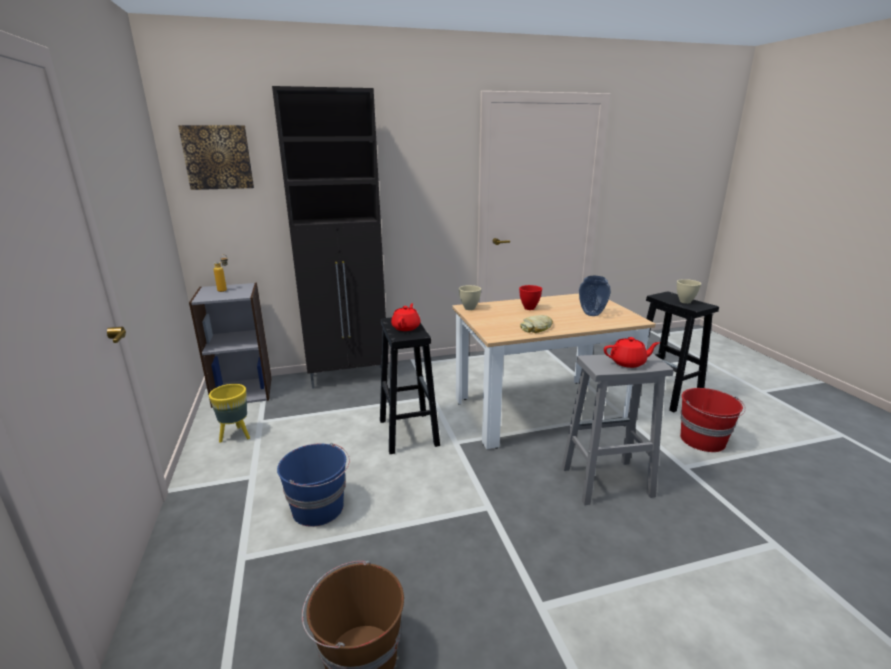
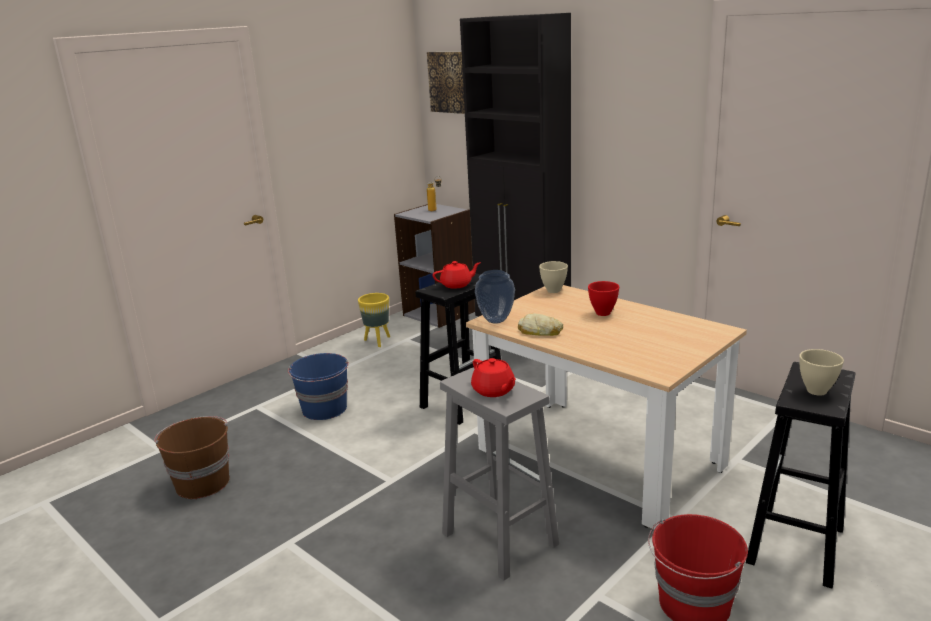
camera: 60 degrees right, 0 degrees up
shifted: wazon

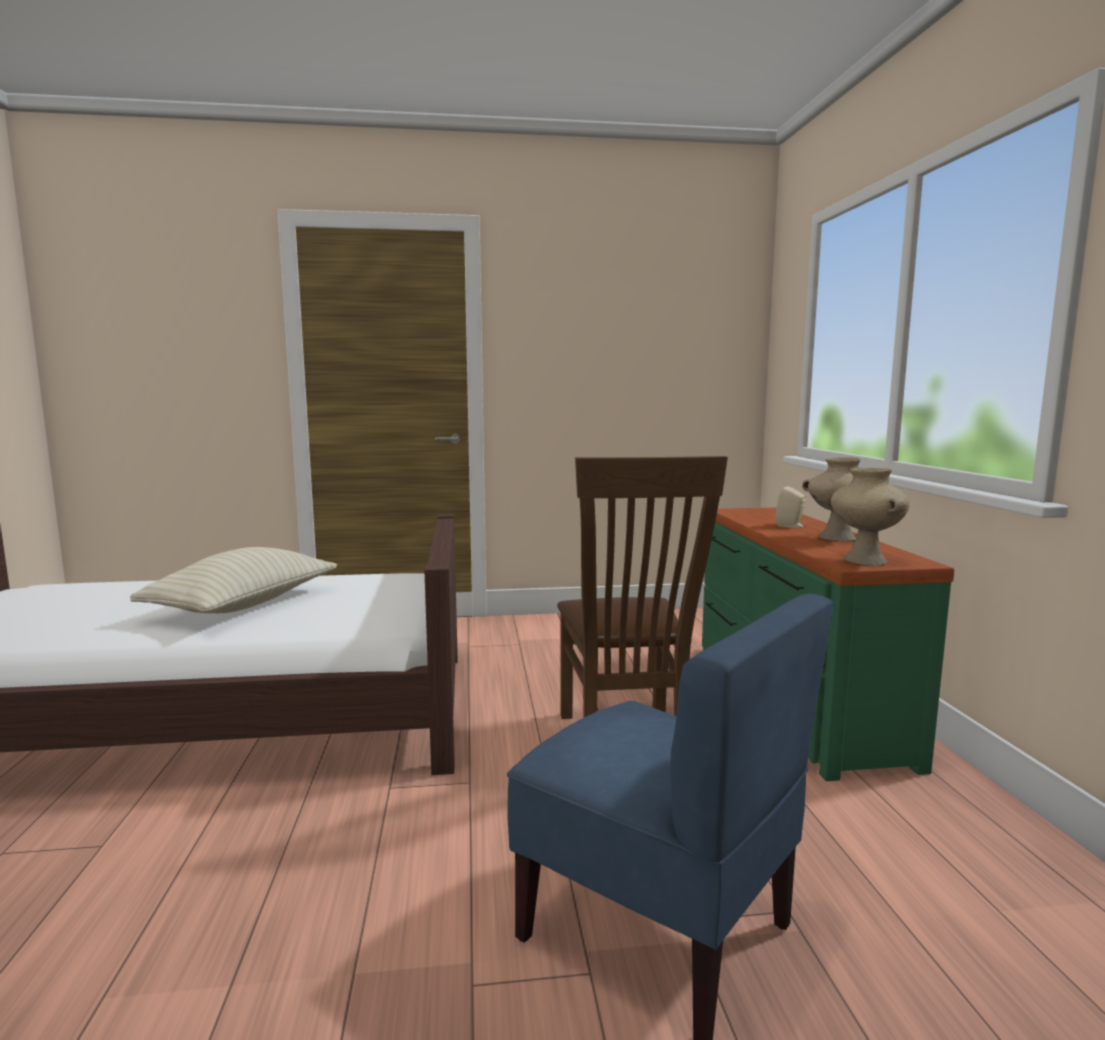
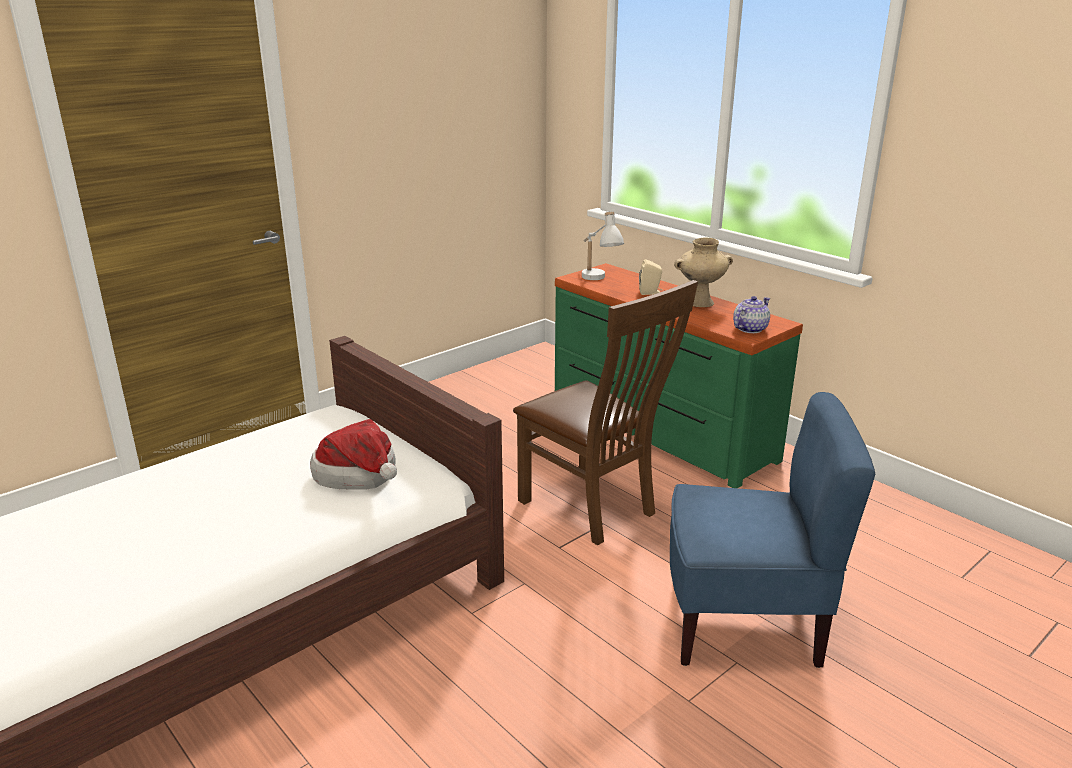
camera: 35 degrees left, 15 degrees up
gone: poduszka (beżowy)
new: kapelusz; lampa stołowa (biały)
swapped: wazon (beżowy) (no. 2 from left) to imbryk

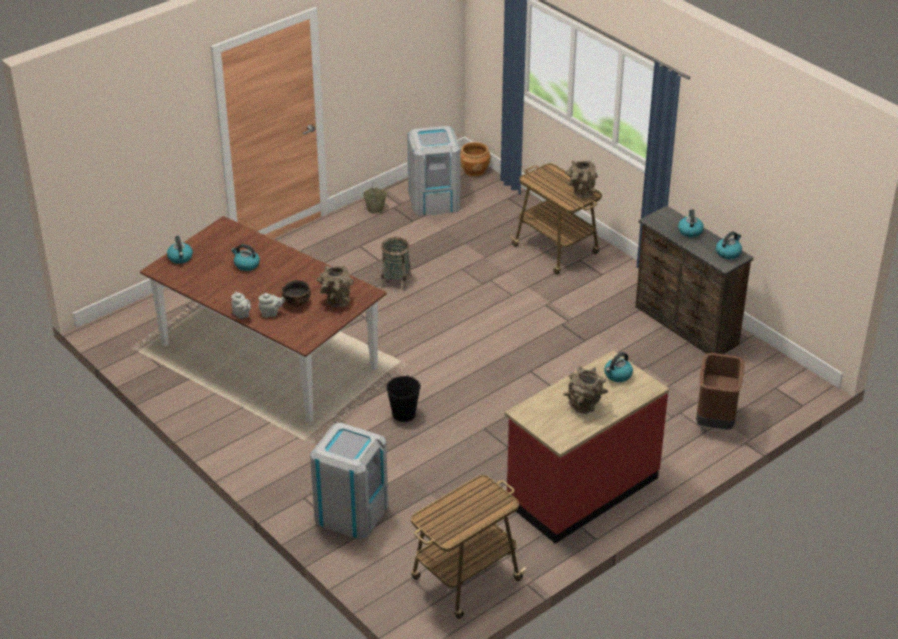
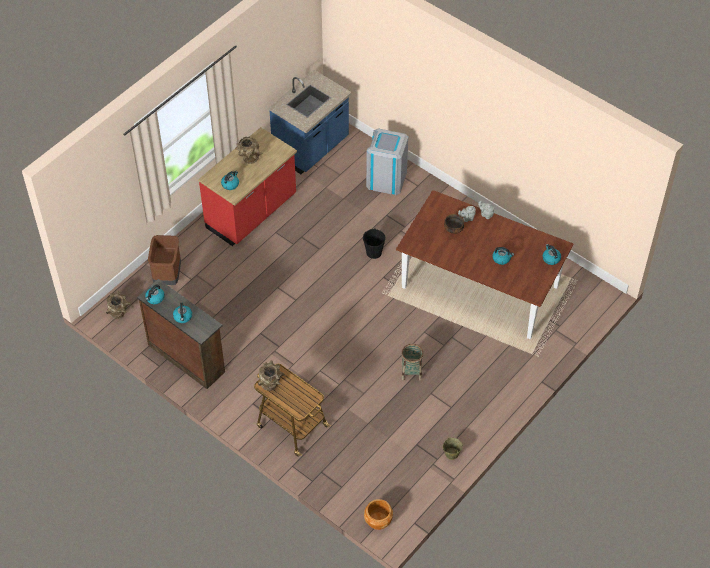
camera: 170 degrees right, 15 degrees up
gone: kosz na śmieci (szary) (no. 2 from left)
shifted: wazon (brązowy) (no. 1 from left)
swapped: wózek (no. 1 from left) to zabudowa kuchenna (niebieski)

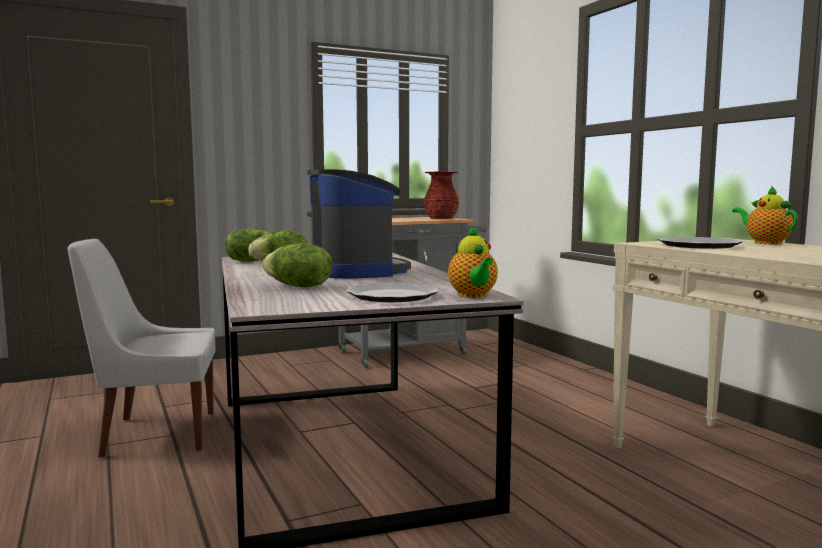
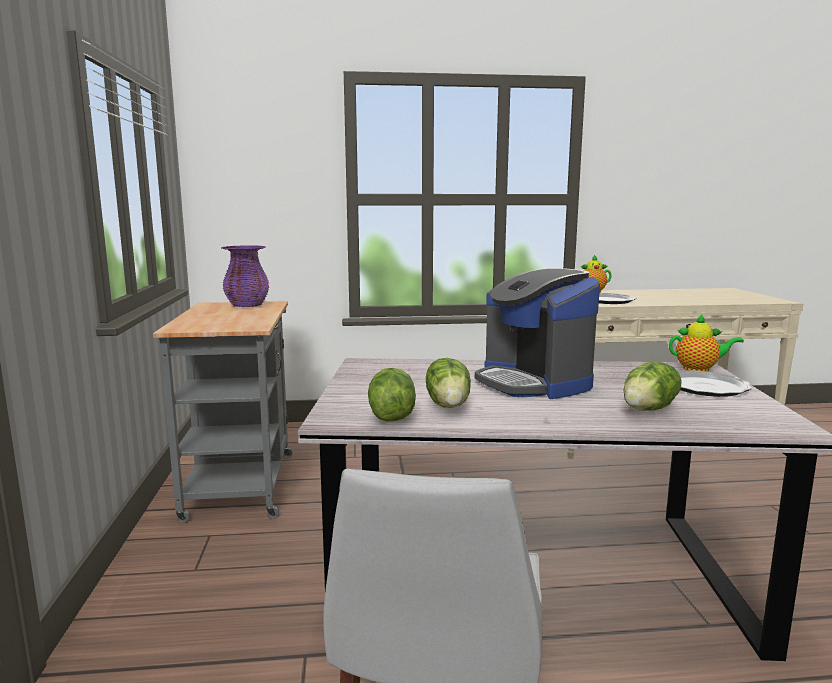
camera: 70 degrees left, 5 degrees up
repainted: wazon (czerwony) to wazon (fioletowy)
rotated: ekspres do kawy 120 degrees counterclockwise

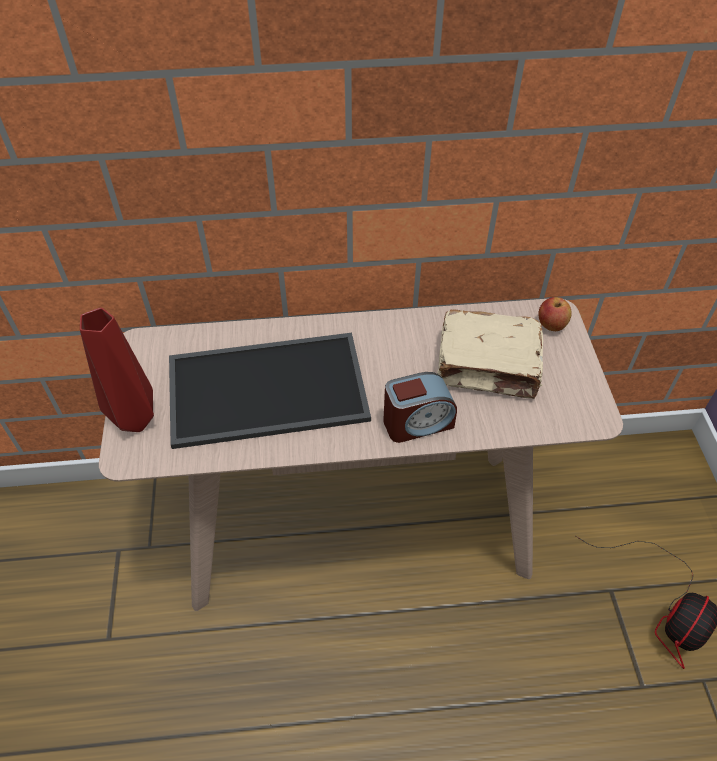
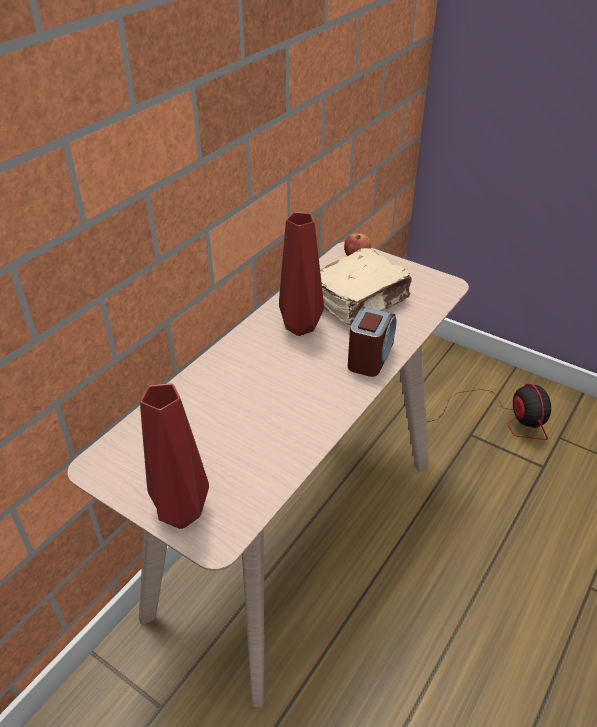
camera: 50 degrees left, 10 degrees down
gone: taca
new: wazon (czerwony) (no. 2 from left)

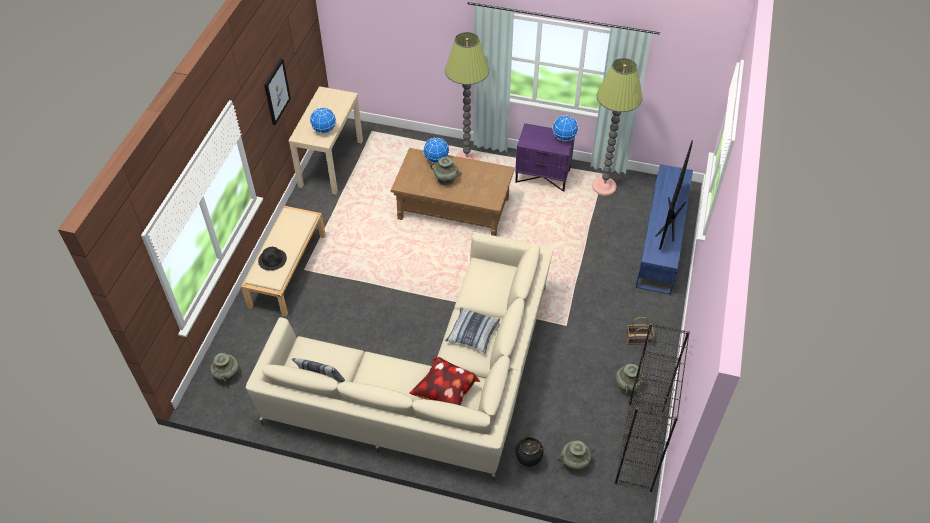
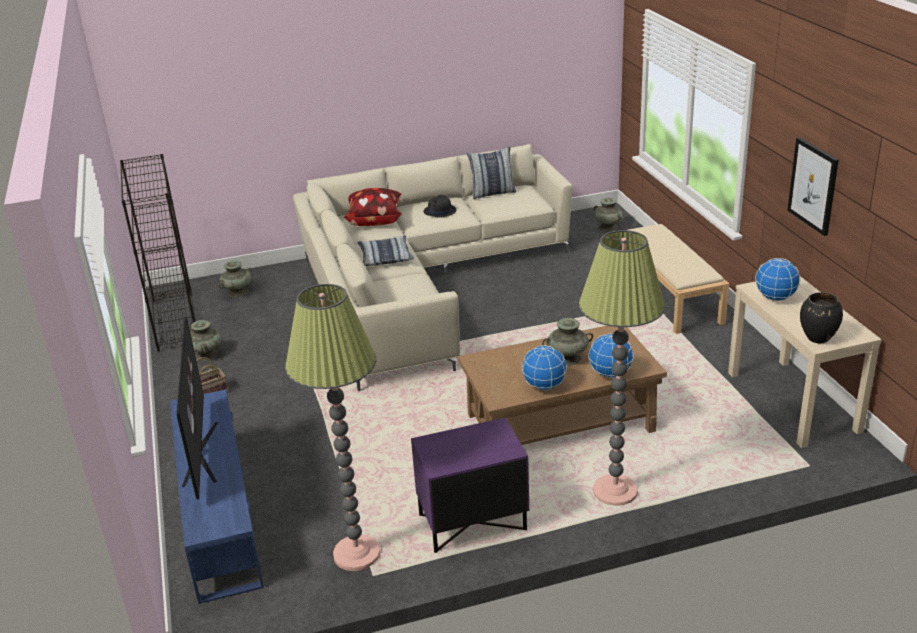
camera: 150 degrees right, 20 degrees down
shifted: kapelusz (czarny); wazon (czarny); globus (no. 3 from left in the first image) to globus (no. 1 from left)

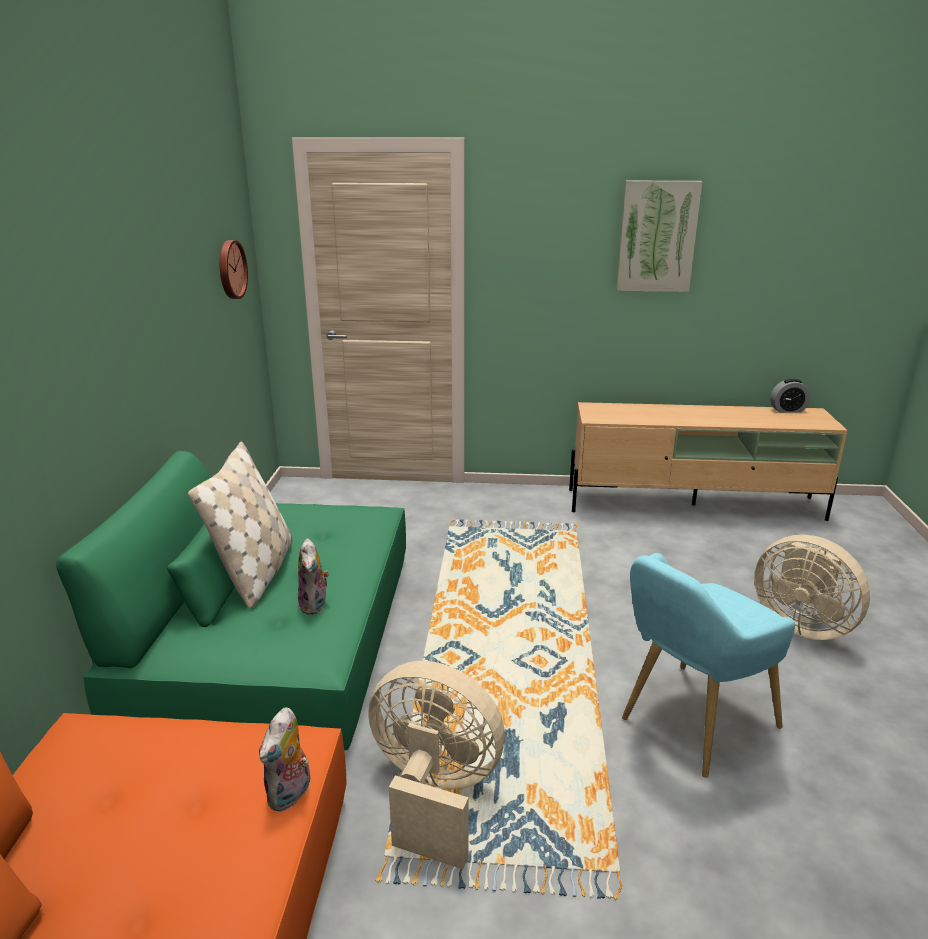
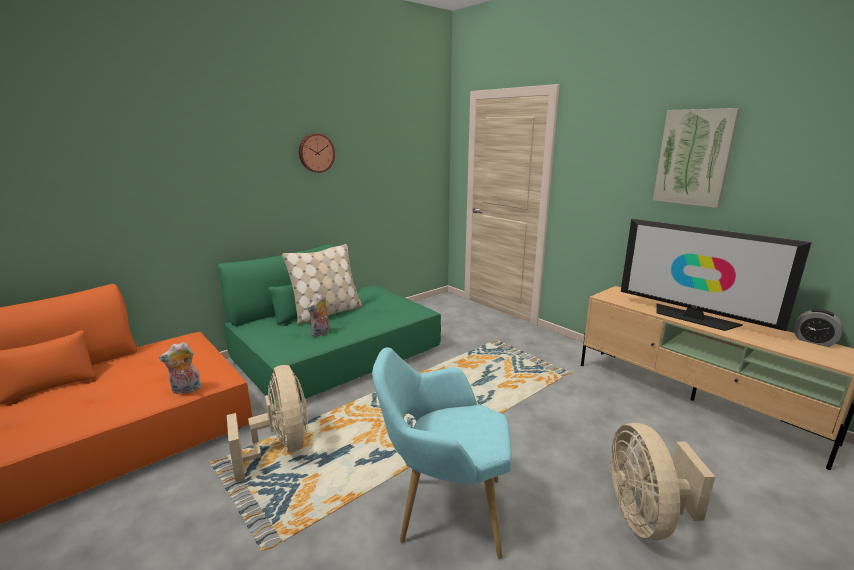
camera: 45 degrees right, 5 degrees down
new: telewizor
shifted: zegar ścienny

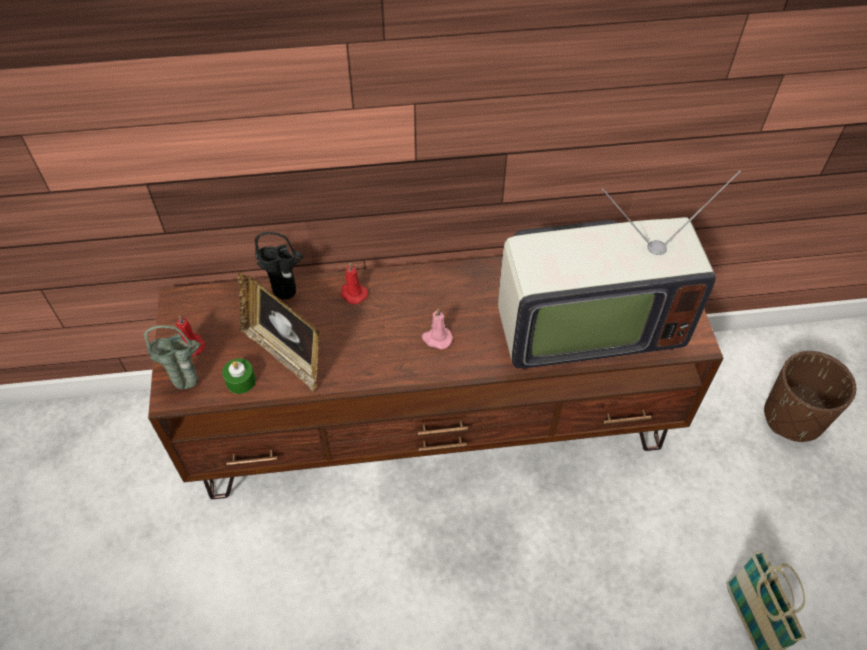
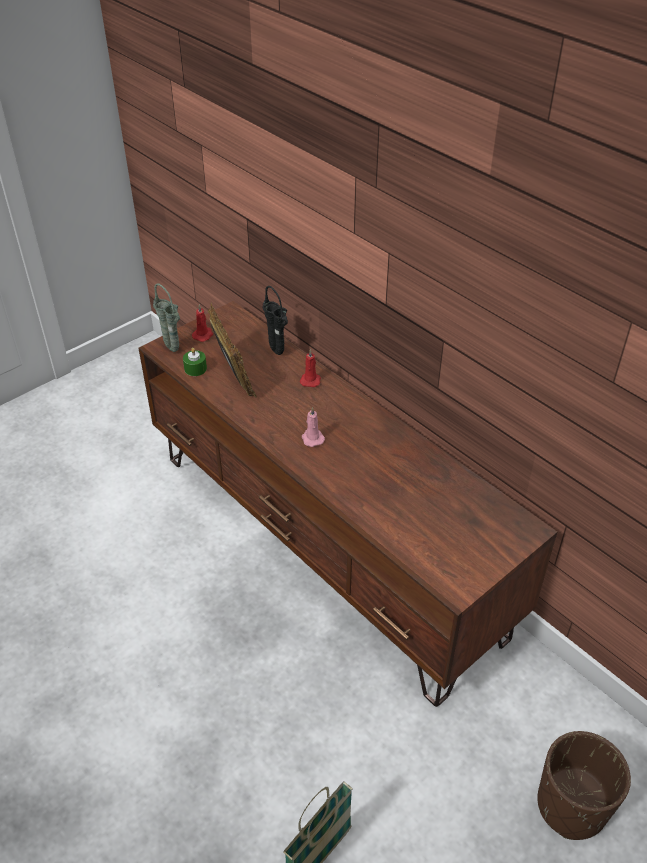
camera: 55 degrees right, 10 degrees down
gone: telewizor
rotated: ramka na zdjęcie 150 degrees clockwise

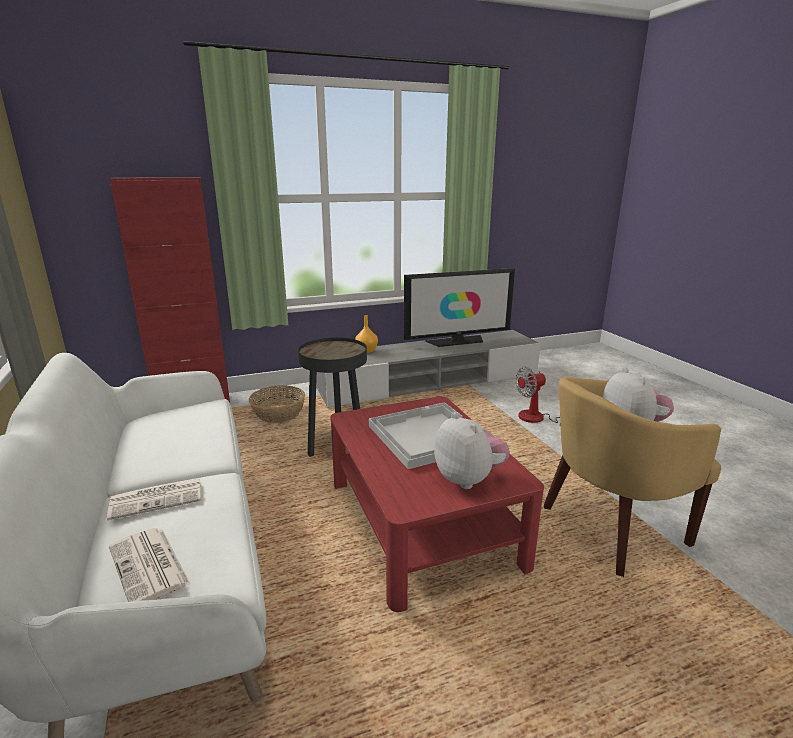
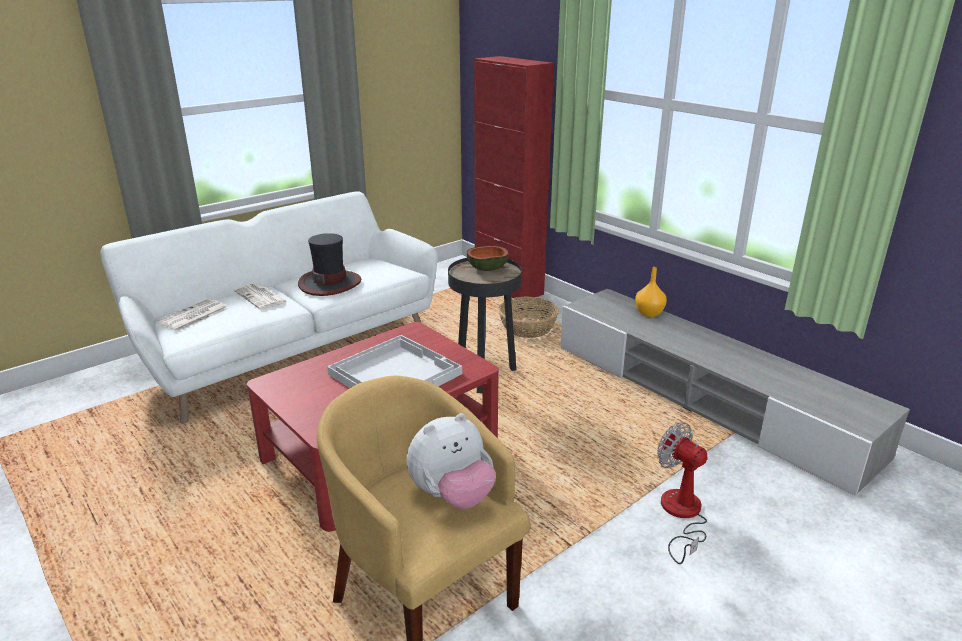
camera: 70 degrees right, 5 degrees up
gone: telewizor; pluszak (no. 1 from left)
new: kapelusz; miska

